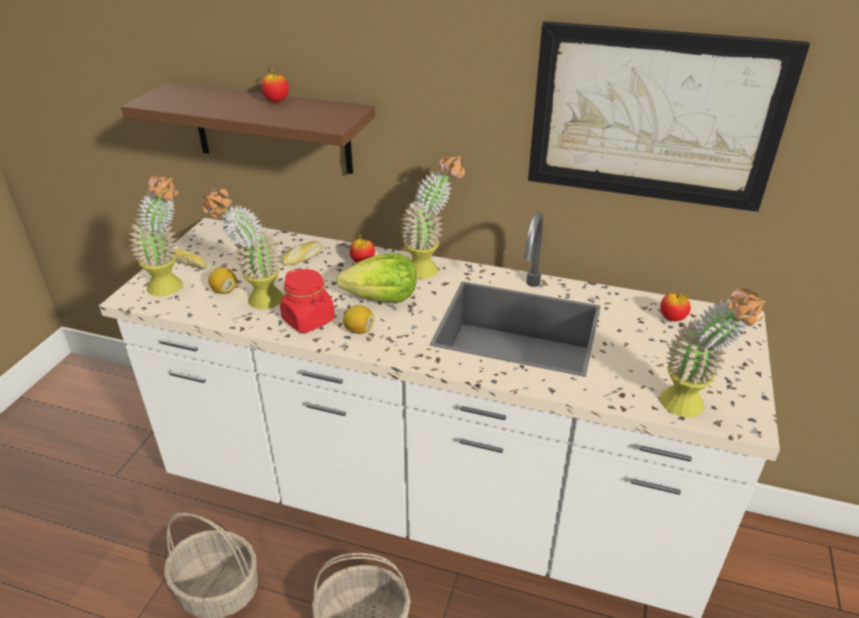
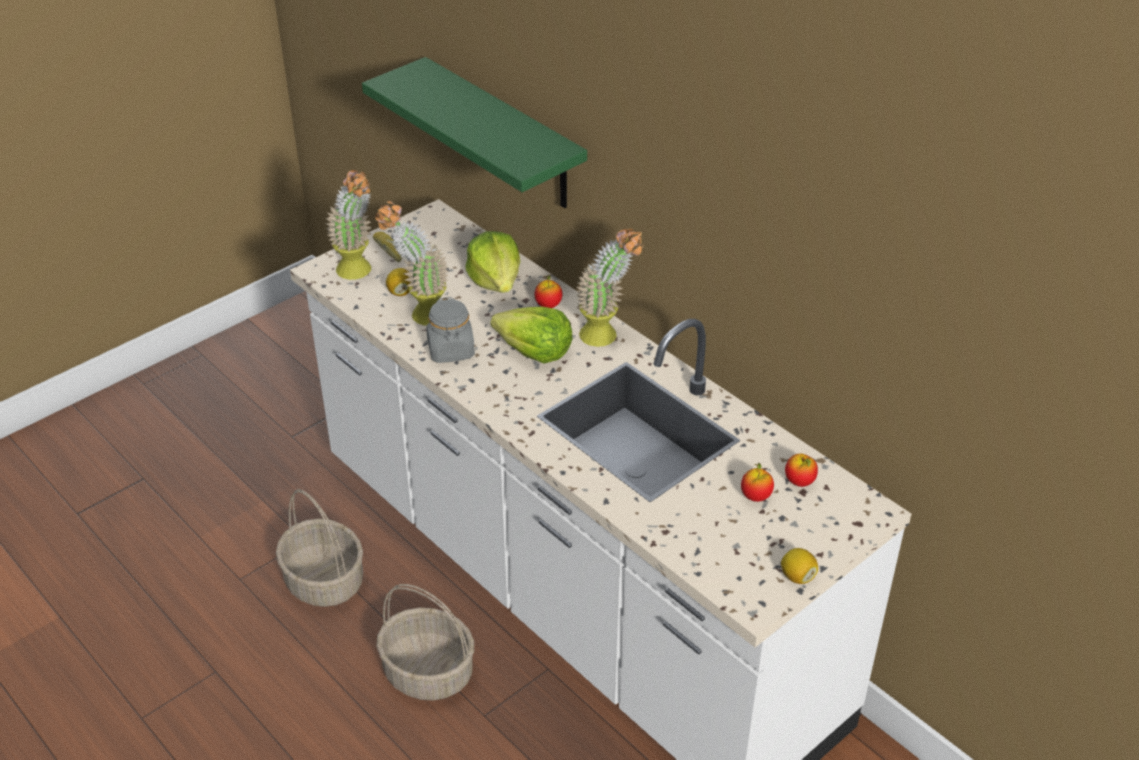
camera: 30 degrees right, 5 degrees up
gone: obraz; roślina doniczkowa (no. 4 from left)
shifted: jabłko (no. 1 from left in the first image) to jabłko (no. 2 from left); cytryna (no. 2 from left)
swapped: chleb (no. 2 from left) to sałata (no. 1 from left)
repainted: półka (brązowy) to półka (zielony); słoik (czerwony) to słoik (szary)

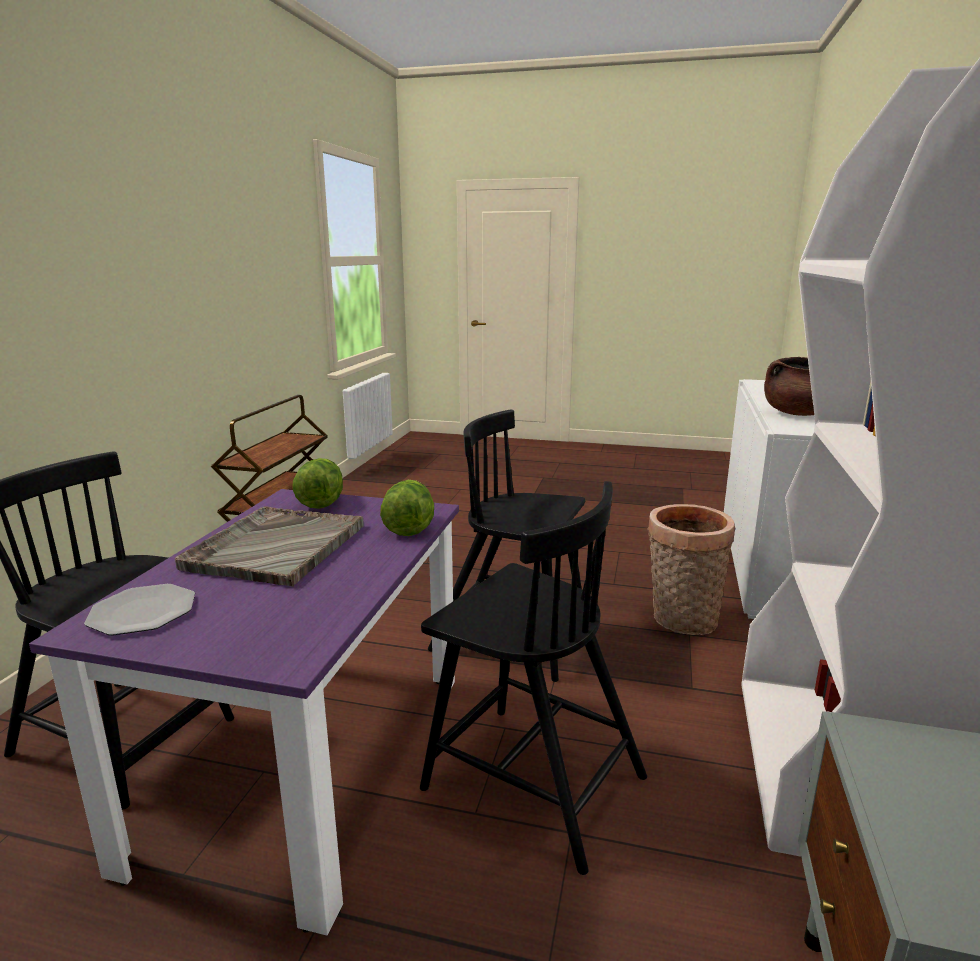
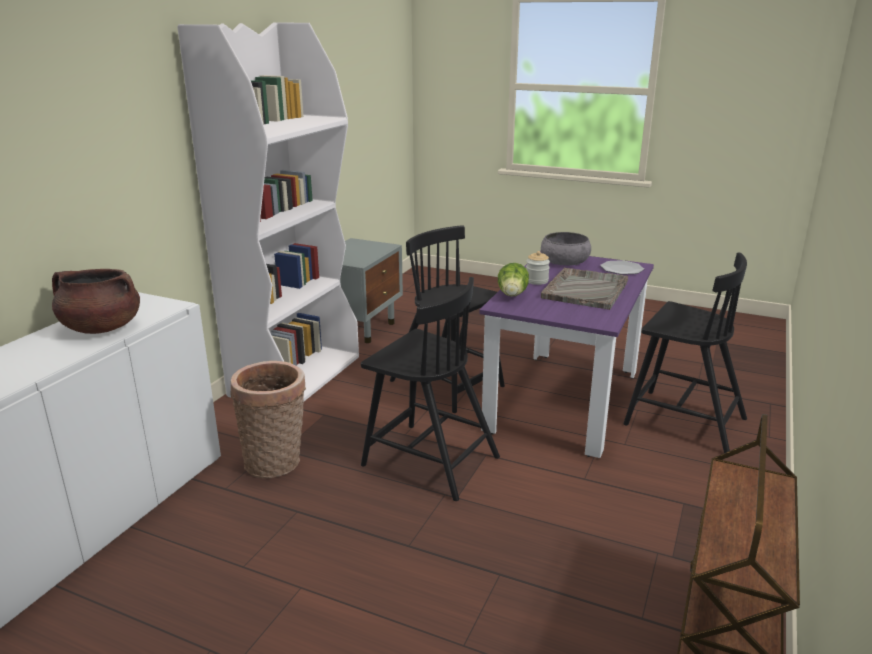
camera: 170 degrees left, 5 degrees up
gone: sałata (no. 1 from left)
new: słoik; miska (szary)

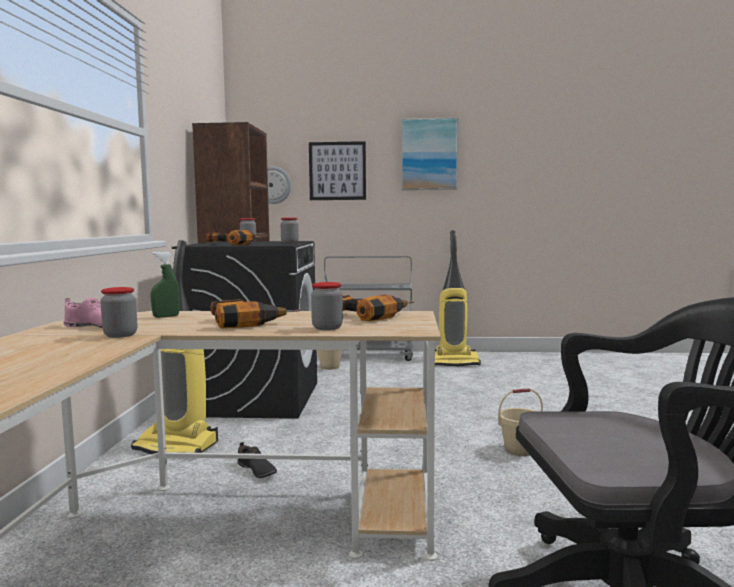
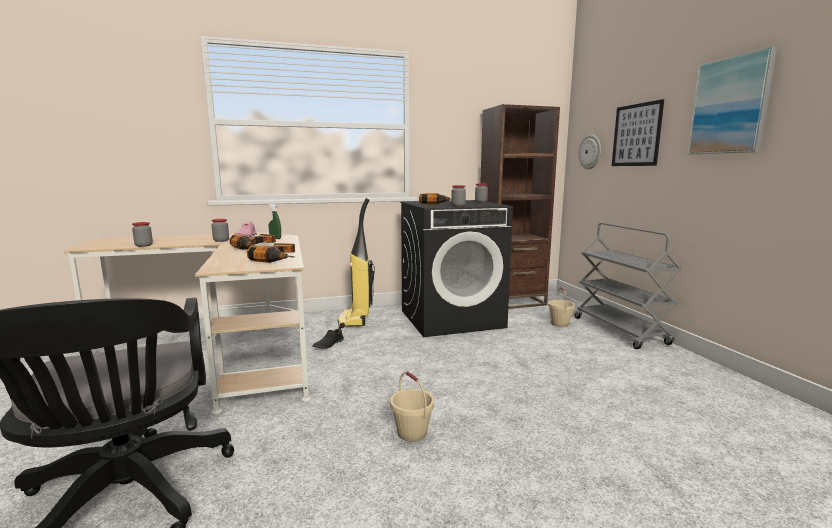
camera: 70 degrees right, 5 degrees up
gone: odkurzacz (no. 2 from left)
shifted: słoik (no. 4 from left in the first image) to słoik (no. 1 from left)

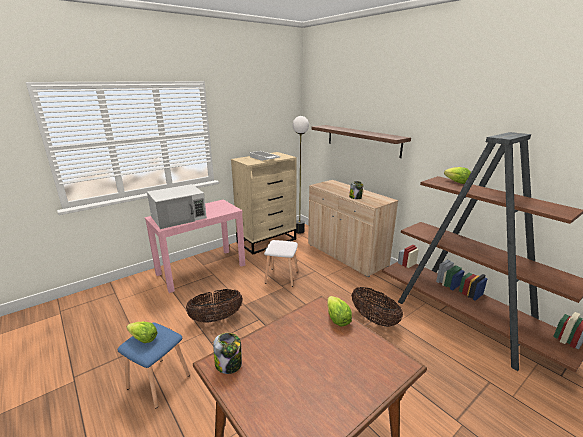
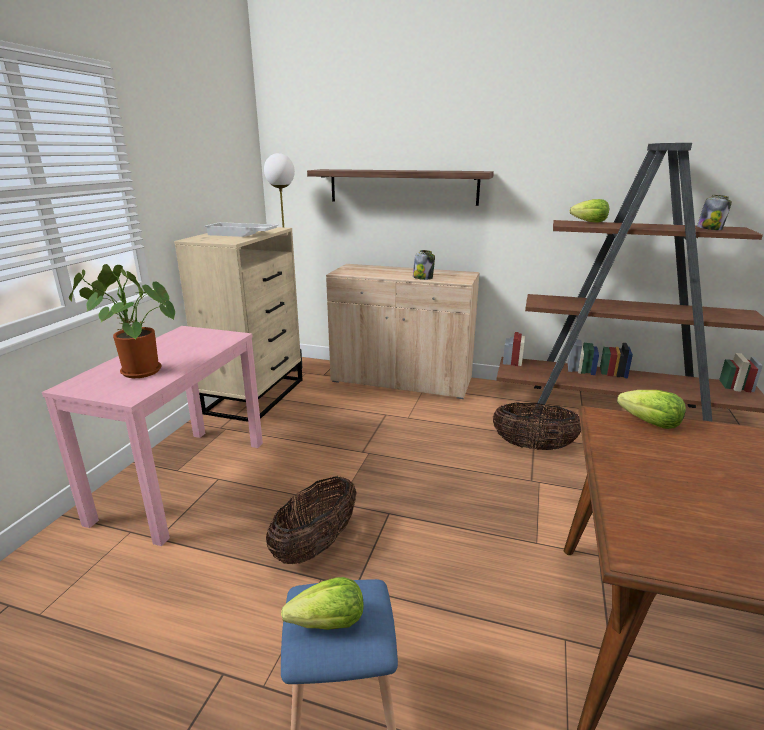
camera: 35 degrees left, 0 degrees up
gone: stołek (biały)
shifted: słoik (no. 1 from left in the first image) to słoik (no. 2 from left)
swapped: mikrofalówka (biały) to roślina doniczkowa

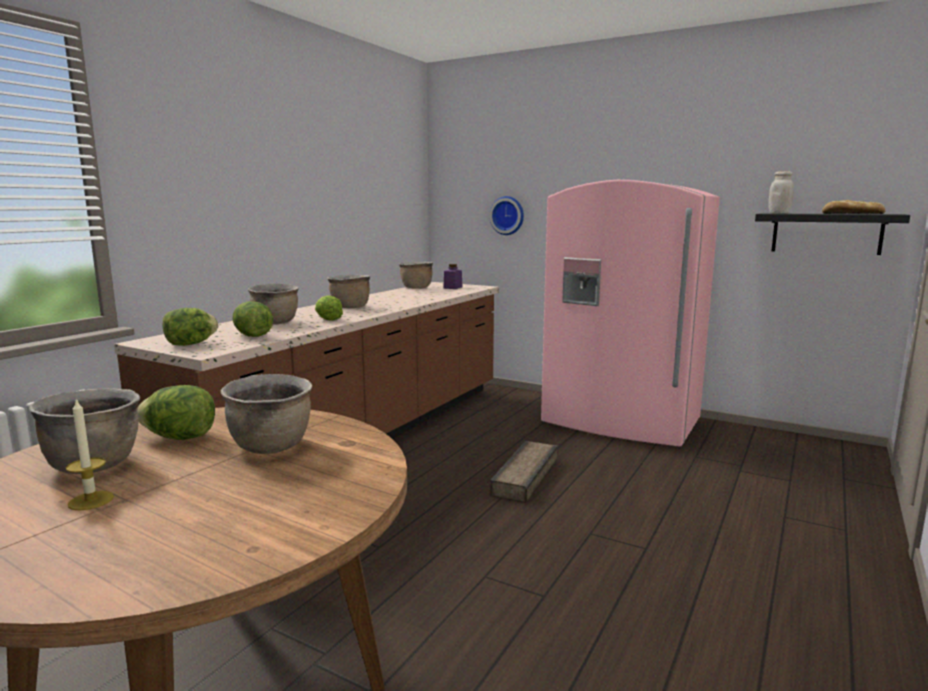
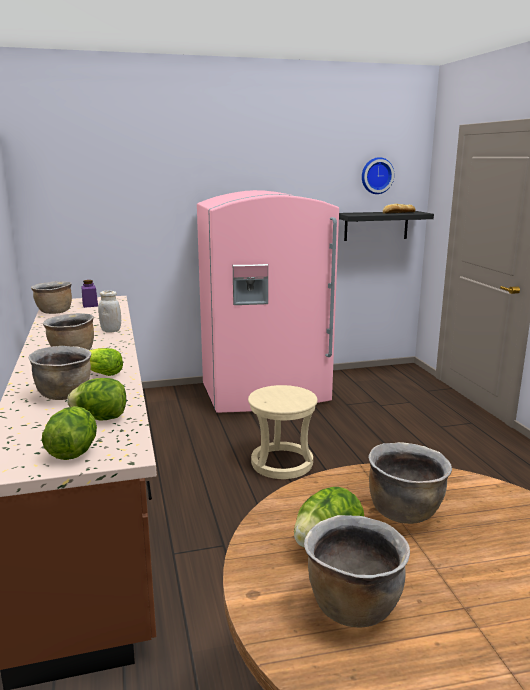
camera: 45 degrees left, 5 degrees up
gone: świeca
shifted: zegar ścienny; słoik (biały)
swapped: skrzynka to stołek (beżowy)

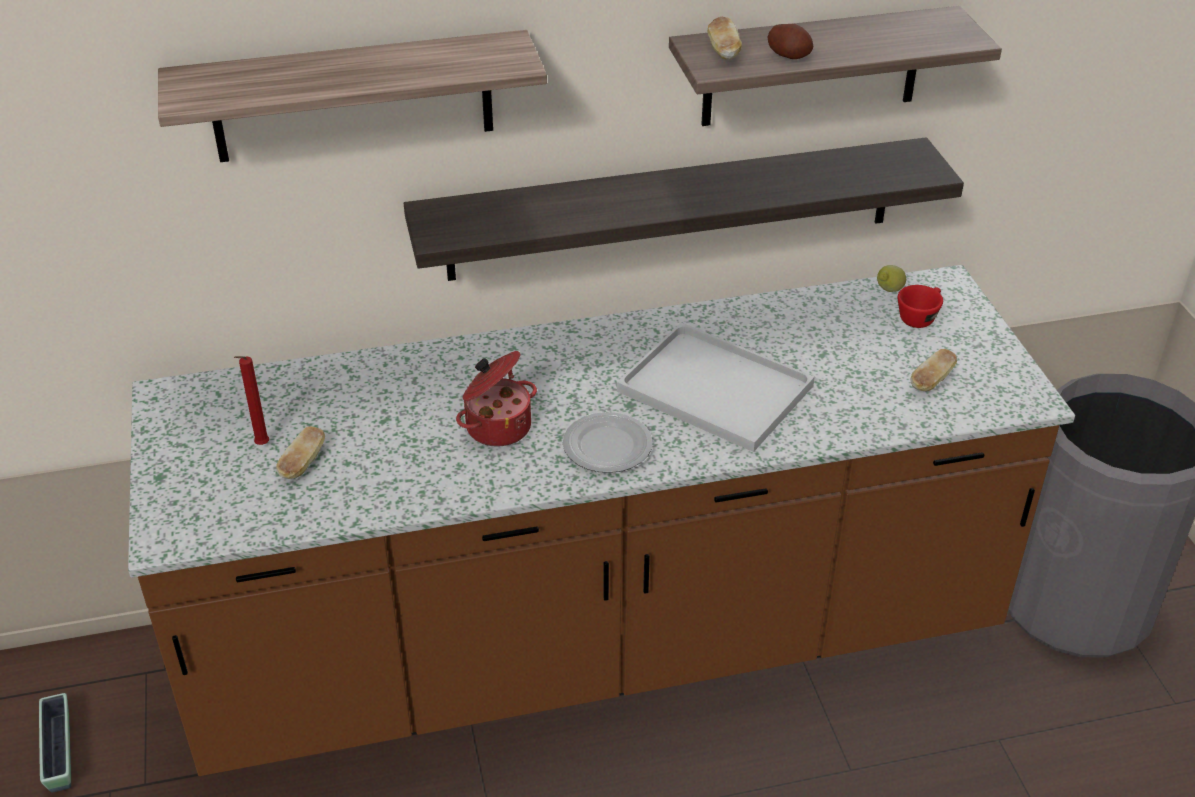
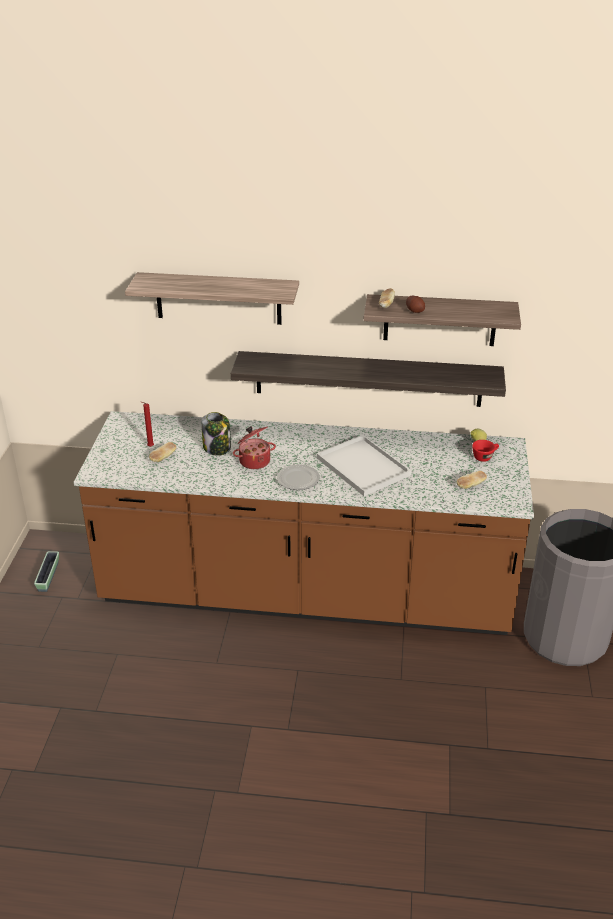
camera: 20 degrees right, 5 degrees down
new: słoik

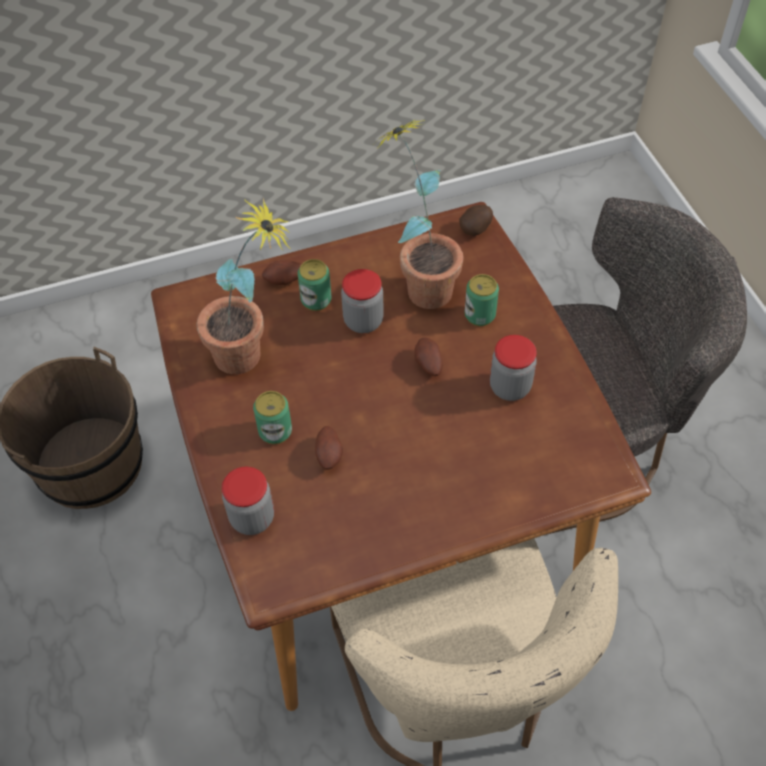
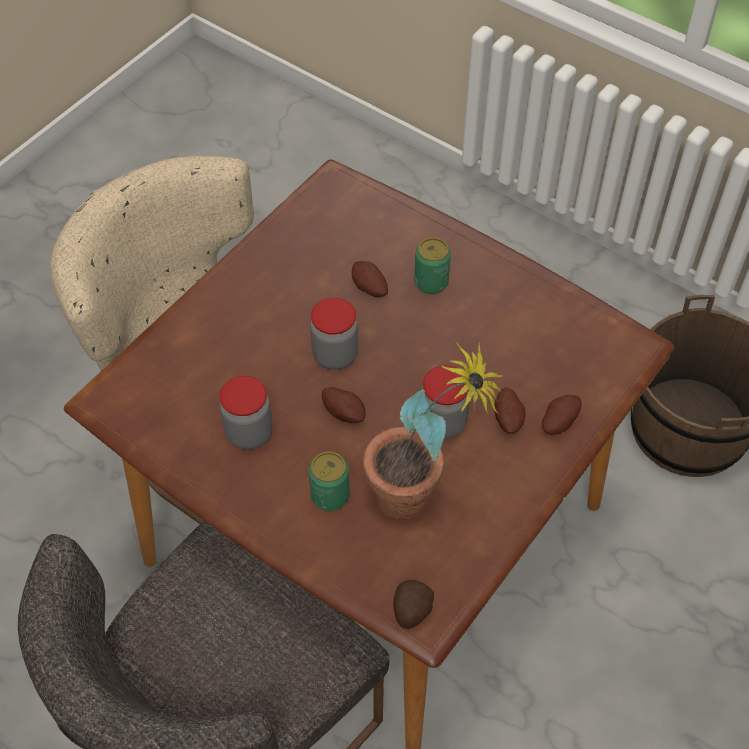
camera: 145 degrees right, 0 degrees up
gone: roślina doniczkowa (no. 1 from left)
shifted: słoik (no. 1 from left in the first image) to słoik (no. 2 from left)
swapped: puszka (no. 2 from left) to ziemniak (no. 4 from left)

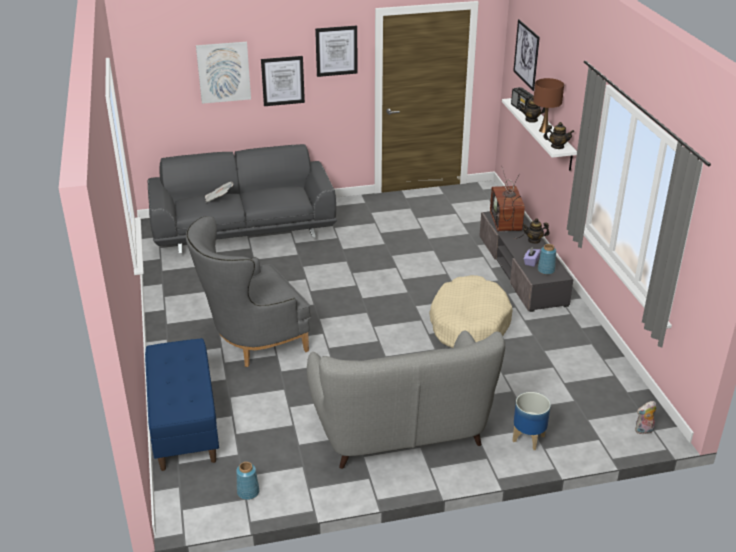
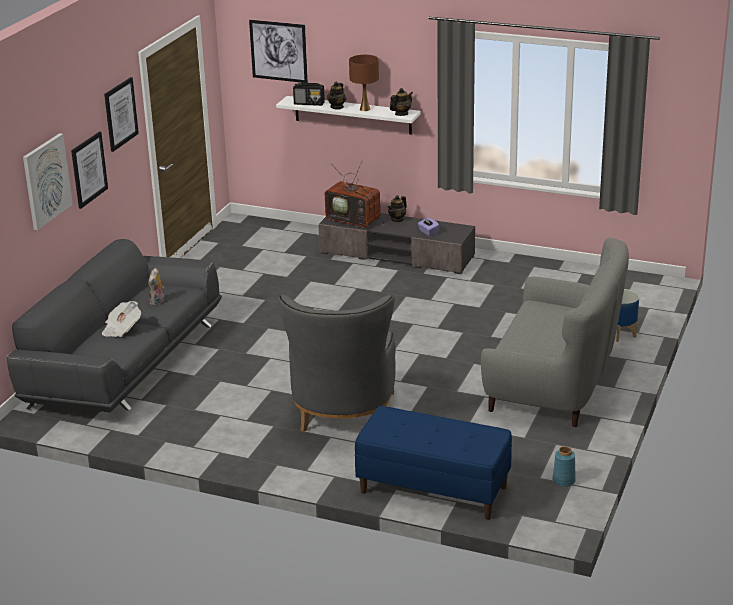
camera: 55 degrees left, 5 degrees down
gone: legowisko (beżowy); wazon (niebieski) (no. 2 from left)
shifted: pluszak

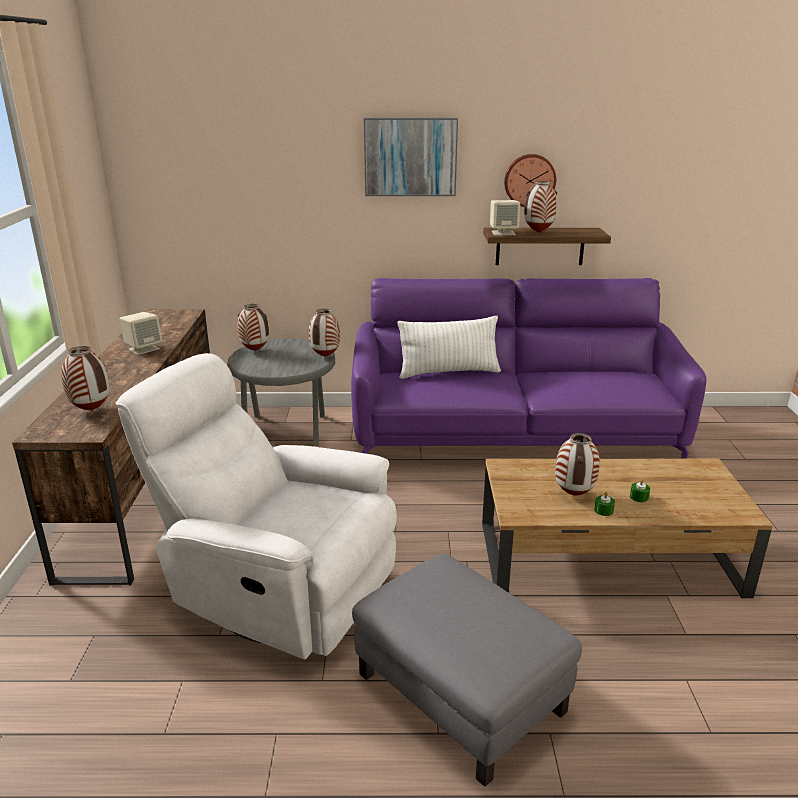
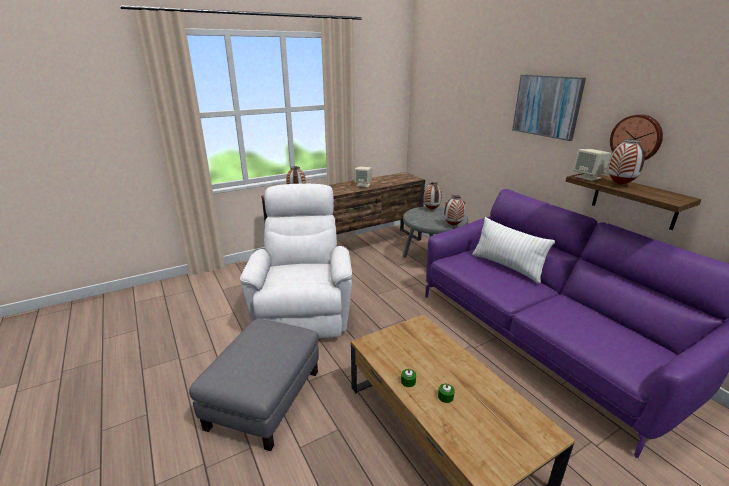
camera: 60 degrees right, 0 degrees up
gone: wazon (no. 5 from left)

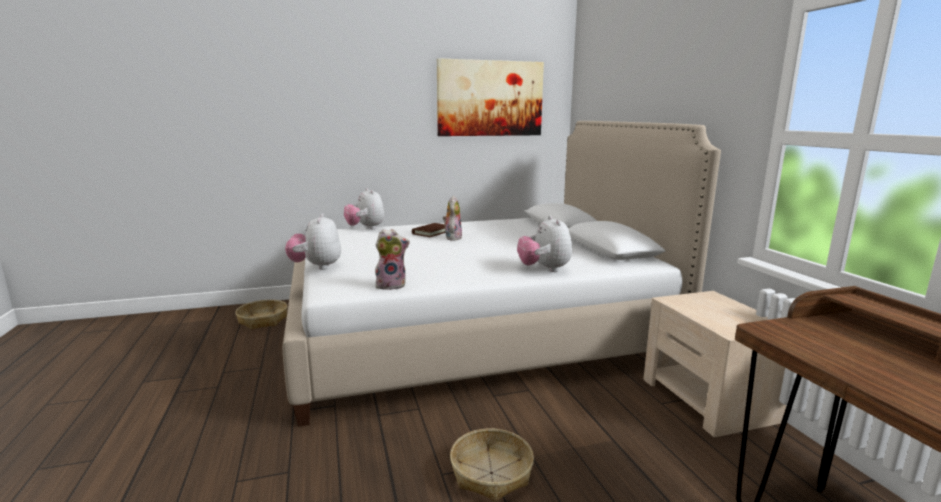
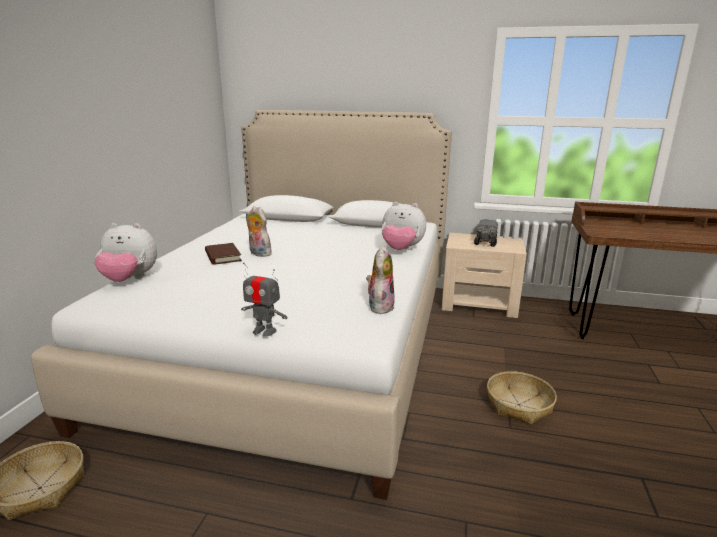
camera: 60 degrees left, 5 degrees up
gone: obraz
new: ciężarówka zabawkowa
swapped: pluszak (no. 1 from left) to robot zabawkowy

